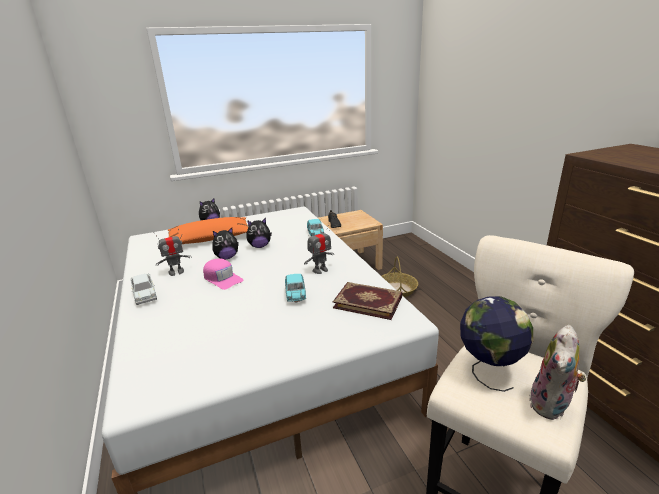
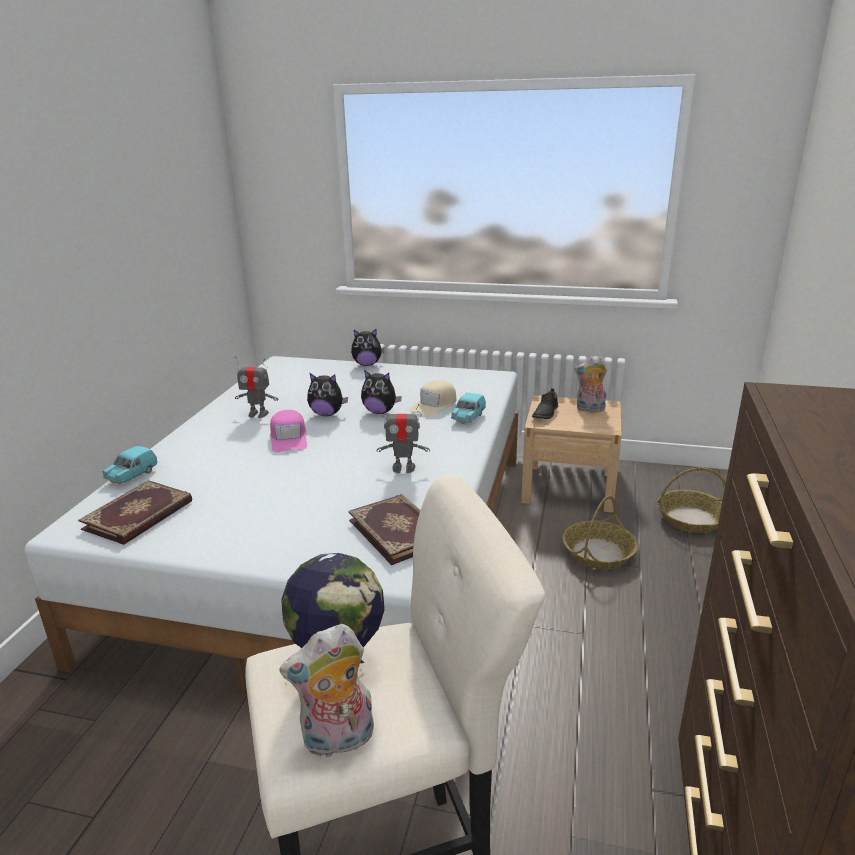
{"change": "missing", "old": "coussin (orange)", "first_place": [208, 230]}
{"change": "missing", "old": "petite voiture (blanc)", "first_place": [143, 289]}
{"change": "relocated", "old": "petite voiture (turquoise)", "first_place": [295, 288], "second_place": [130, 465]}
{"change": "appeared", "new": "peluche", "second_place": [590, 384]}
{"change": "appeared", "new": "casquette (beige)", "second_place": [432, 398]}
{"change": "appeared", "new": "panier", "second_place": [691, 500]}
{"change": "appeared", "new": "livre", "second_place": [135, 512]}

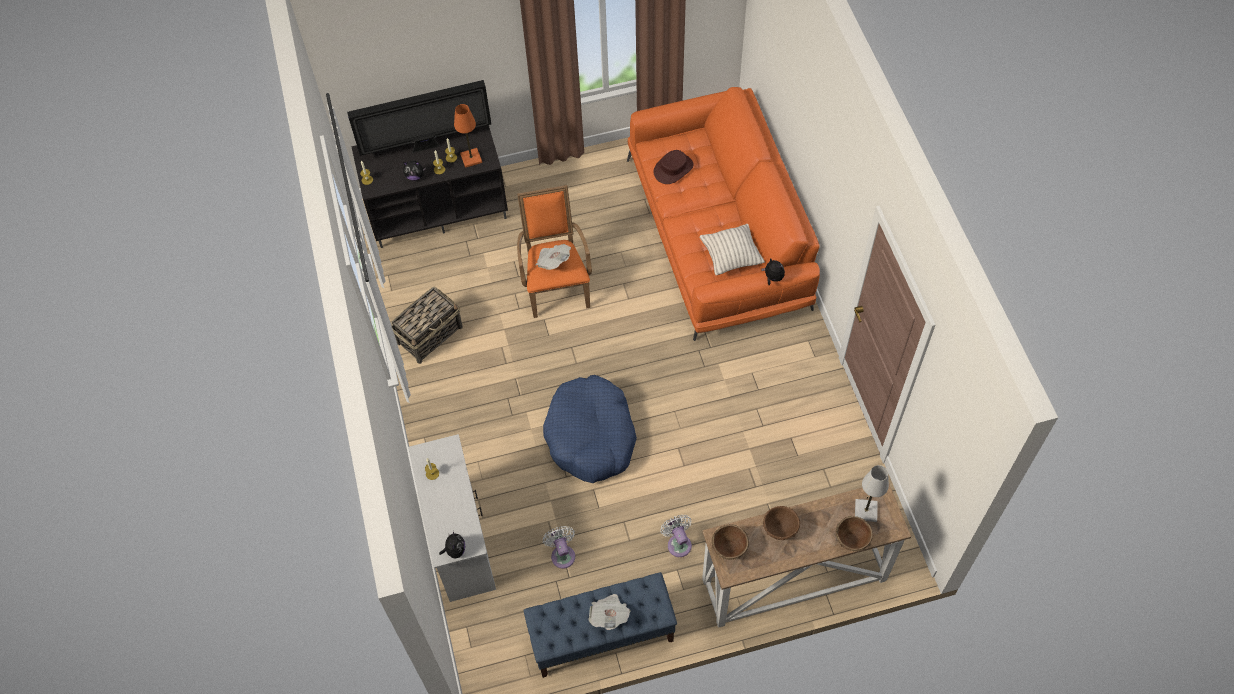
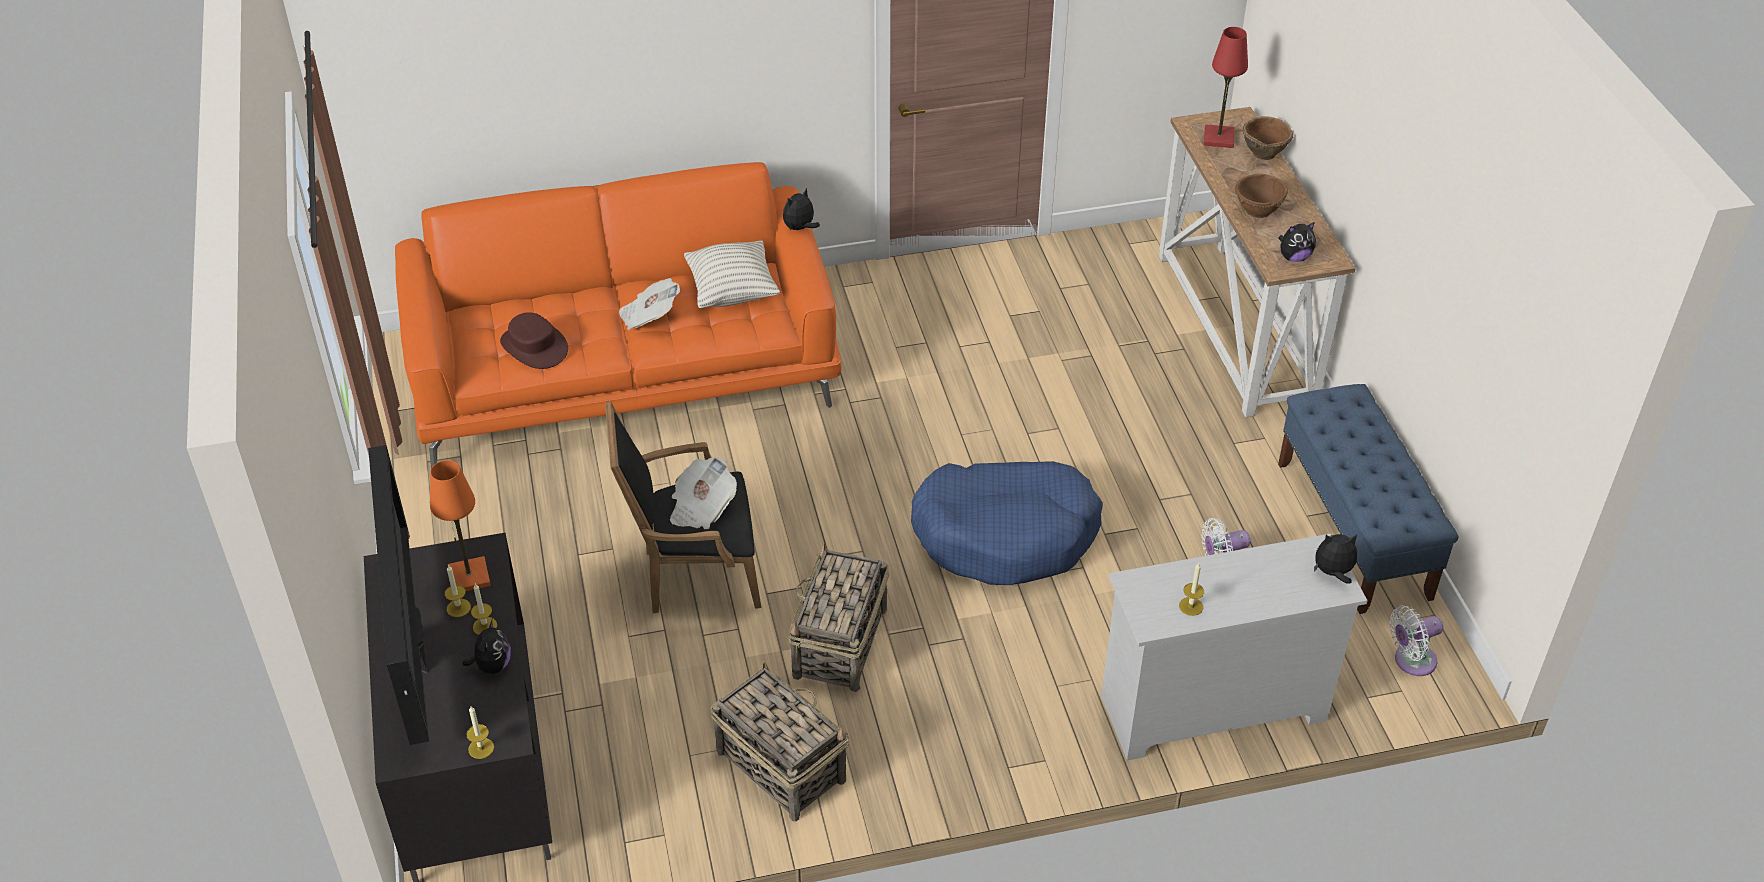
{"change": "colour", "old": "fauteuil (orange)", "new": "fauteuil (noir)", "first_place": [554, 251], "second_place": [683, 507]}
{"change": "colour", "old": "lampe de table (blanc)", "new": "lampe de table (rouge)", "first_place": [872, 493], "second_place": [1226, 87]}
{"change": "relocated", "old": "ventilateur (blanc)", "first_place": [676, 536], "second_place": [1416, 641]}
{"change": "exchanged", "old": "bol (marron)", "new": "peluche", "first_place": [730, 542], "second_place": [1297, 242]}
{"change": "relocated", "old": "journal", "first_place": [609, 612], "second_place": [649, 304]}
{"change": "appeared", "new": "panier", "second_place": [838, 618]}

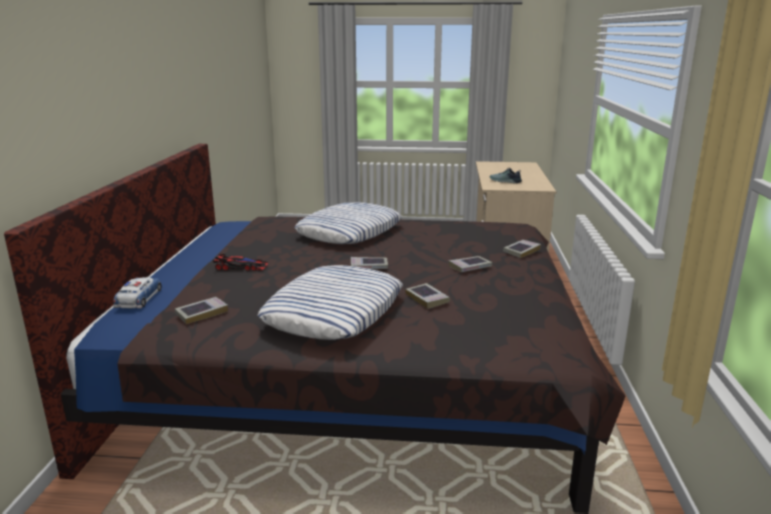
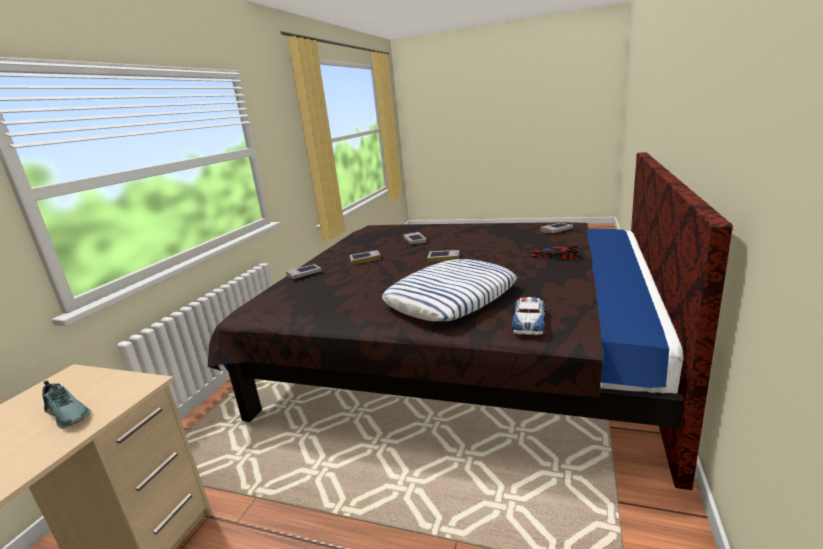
{"change": "missing", "old": "coussin", "first_place": [330, 302]}
{"change": "relocated", "old": "petite voiture", "first_place": [137, 293], "second_place": [528, 316]}

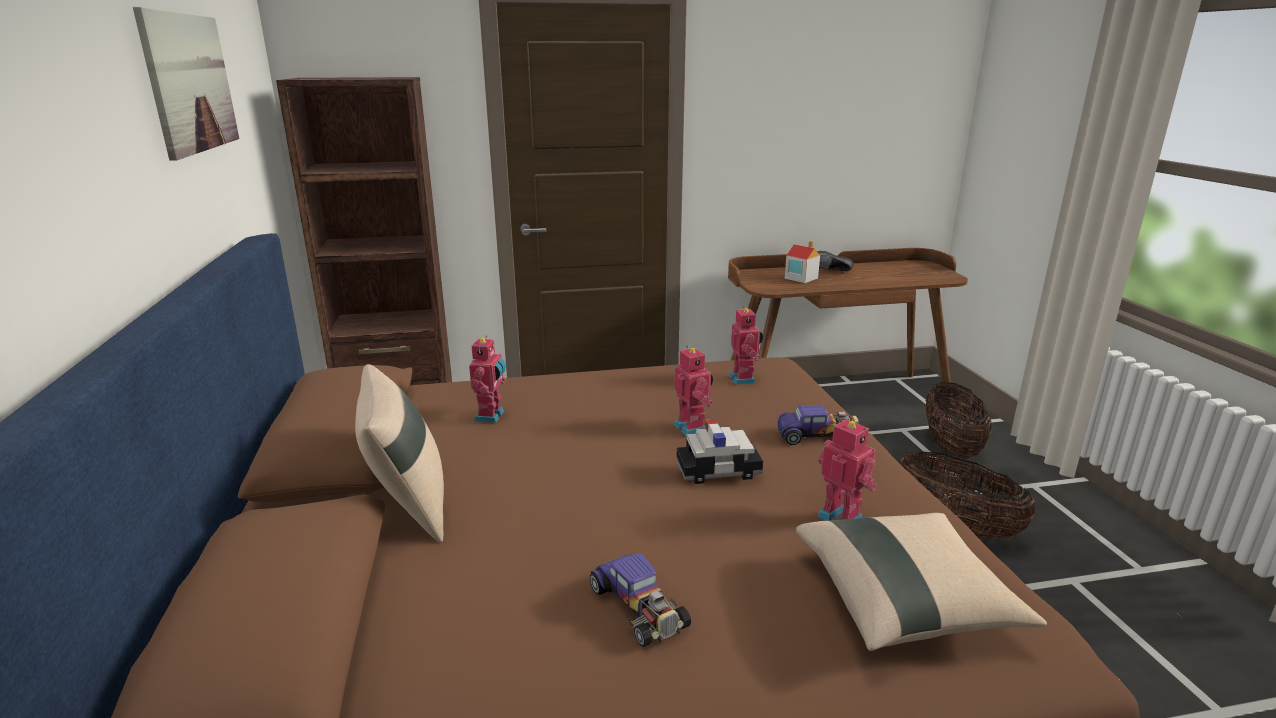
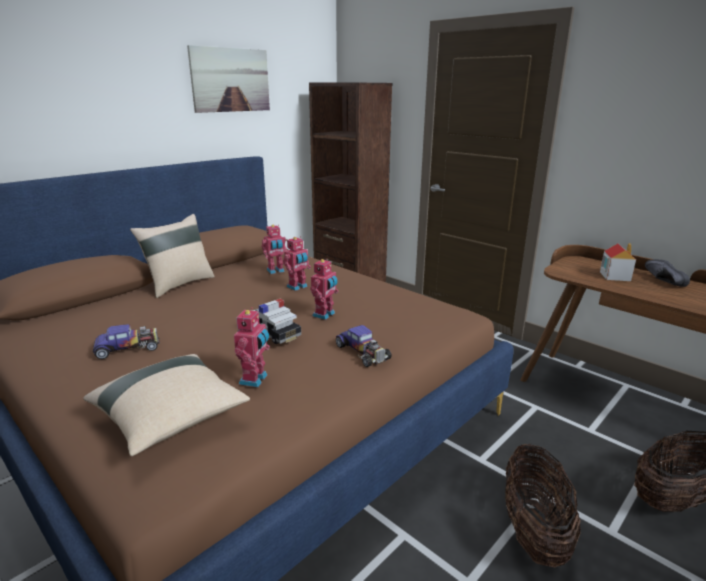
{"change": "relocated", "old": "robot jouet", "first_place": [746, 345], "second_place": [297, 263]}
{"change": "spun", "old": "petite voiture", "first_place": [640, 600], "second_place": [126, 341], "degrees": -135}

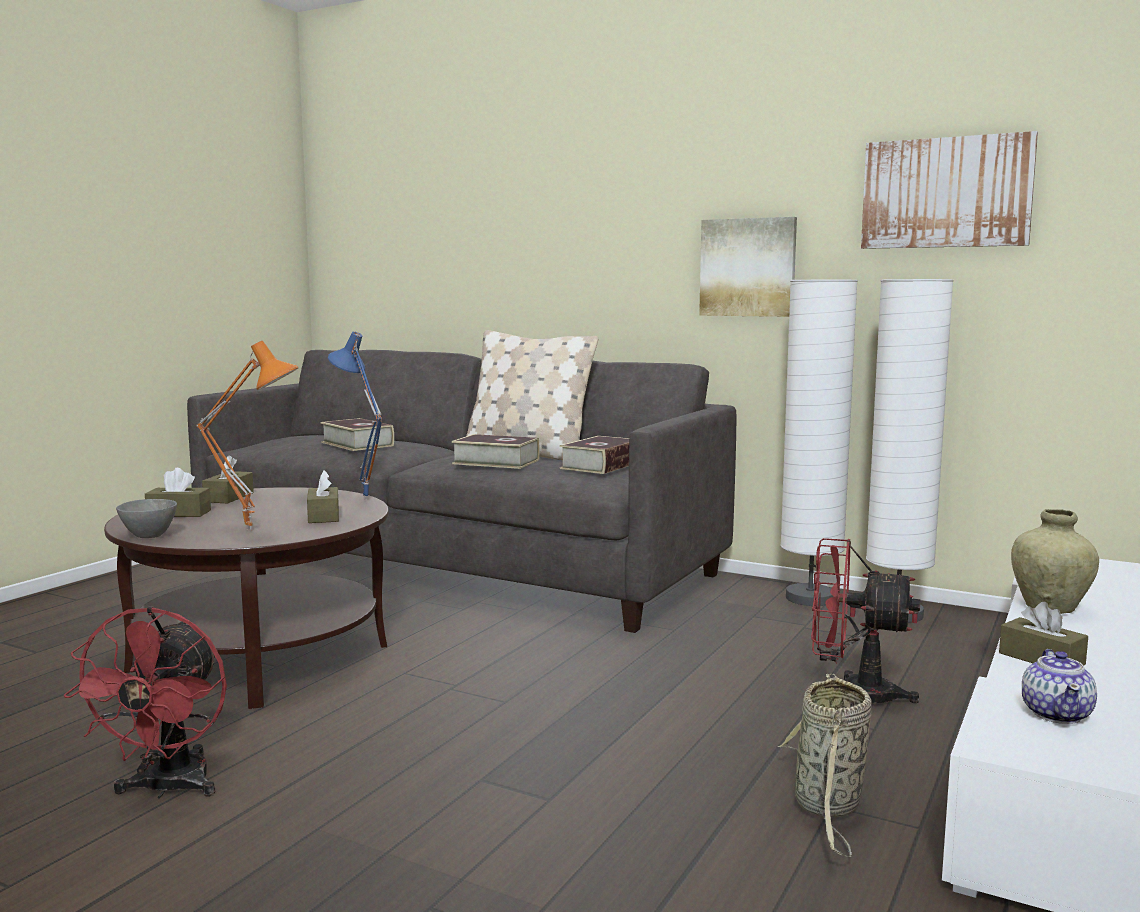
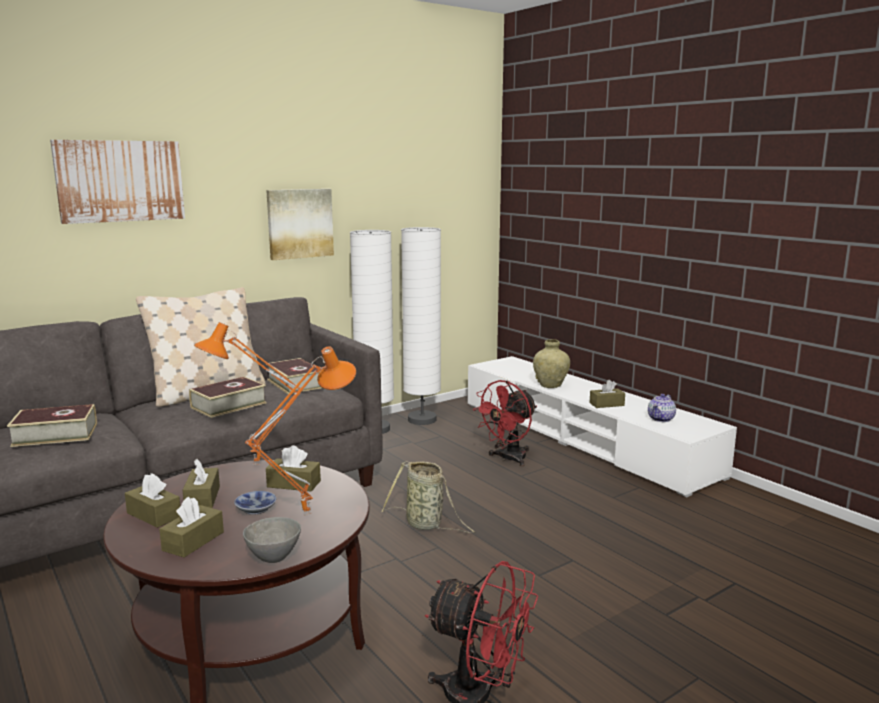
{"change": "relocated", "old": "tableau", "first_place": [949, 190], "second_place": [117, 182]}
{"change": "colour", "old": "lampe de table (bleu)", "new": "lampe de table (orange)", "first_place": [355, 416], "second_place": [249, 393]}
{"change": "spun", "old": "théière", "first_place": [1059, 686], "second_place": [662, 408], "degrees": 90}
{"change": "relocated", "old": "panier", "first_place": [825, 765], "second_place": [428, 497]}
{"change": "appeared", "new": "boîte à mouchoirs (marron)", "second_place": [201, 483]}
{"change": "appeared", "new": "bol", "second_place": [255, 503]}

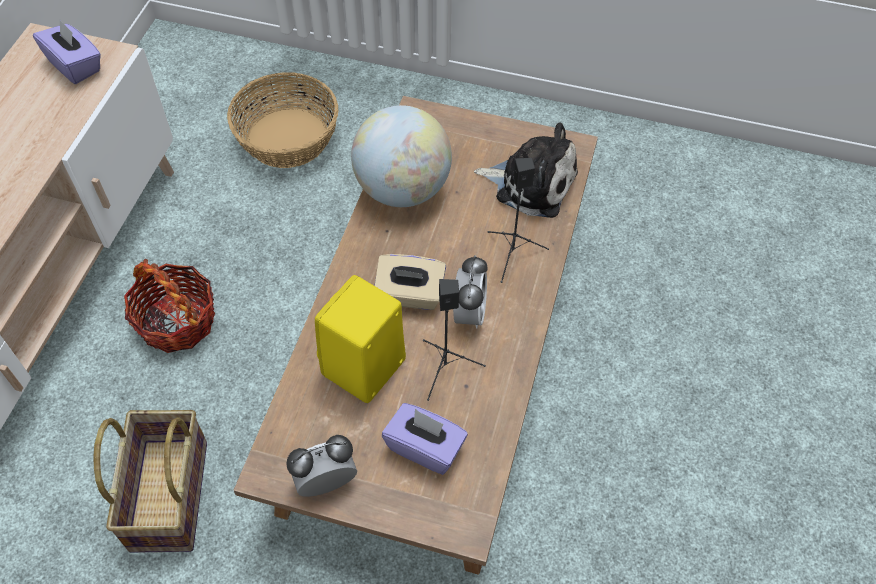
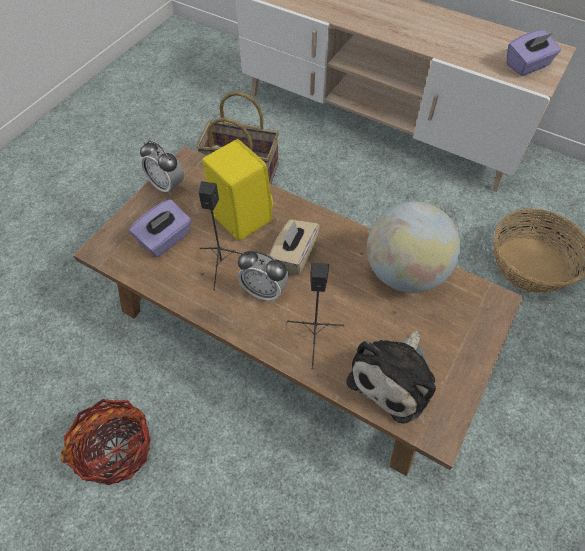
{"change": "relocated", "old": "panier", "first_place": [169, 305], "second_place": [106, 442]}
{"change": "spun", "old": "réveil", "first_place": [321, 466], "second_place": [162, 168], "degrees": 135}

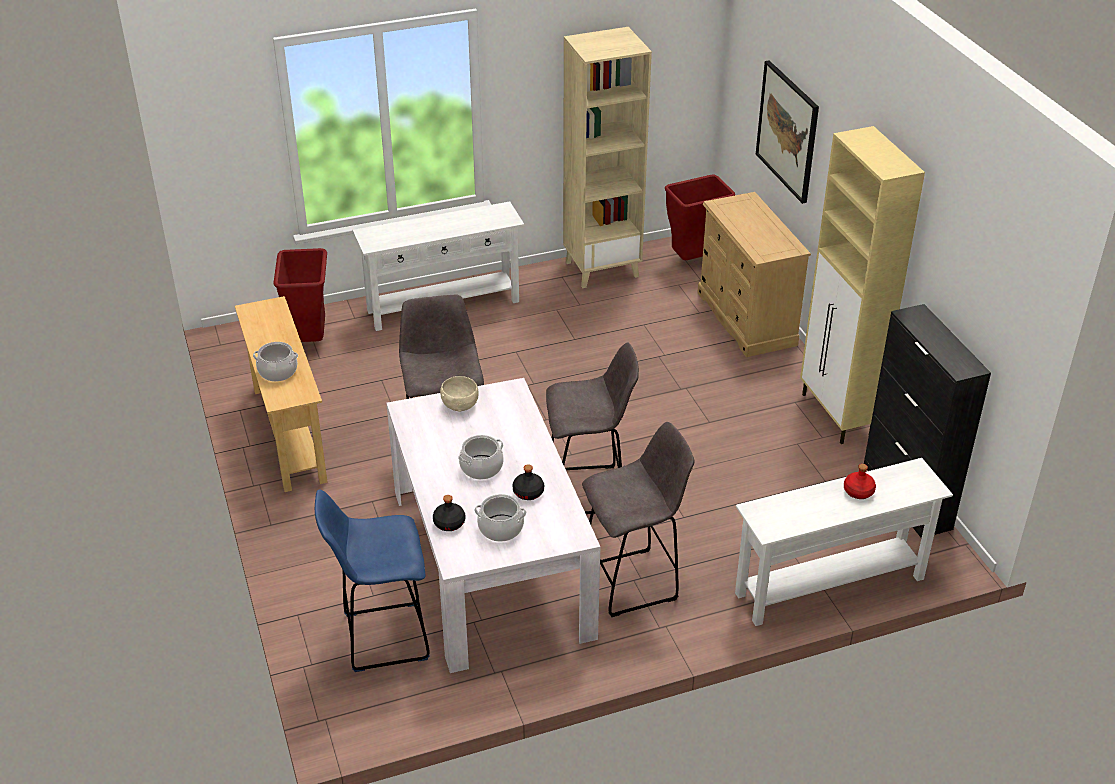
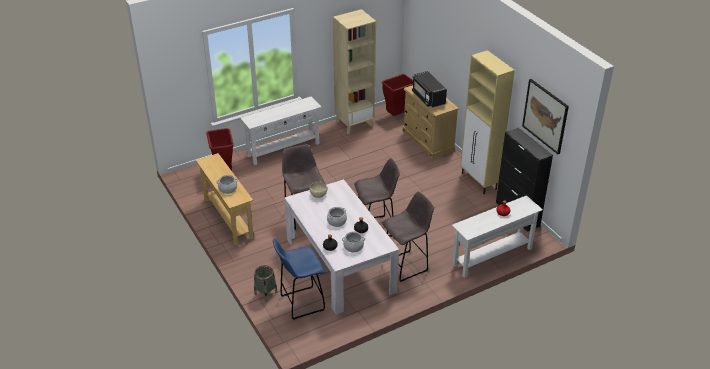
{"change": "relocated", "old": "tableau", "first_place": [787, 132], "second_place": [545, 116]}
{"change": "appeared", "new": "micro-ondes (noir)", "second_place": [429, 89]}
{"change": "appeared", "new": "panier", "second_place": [266, 283]}

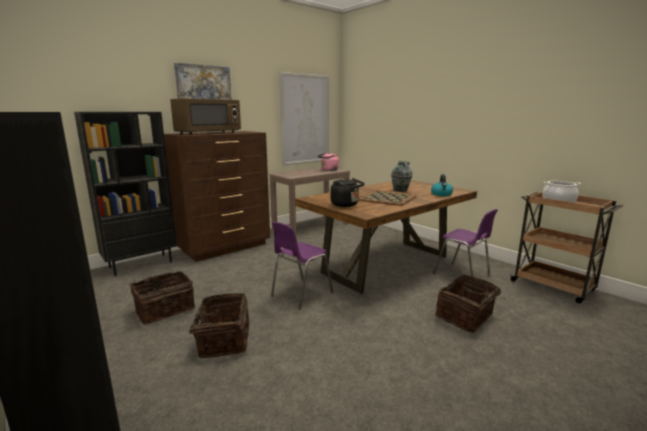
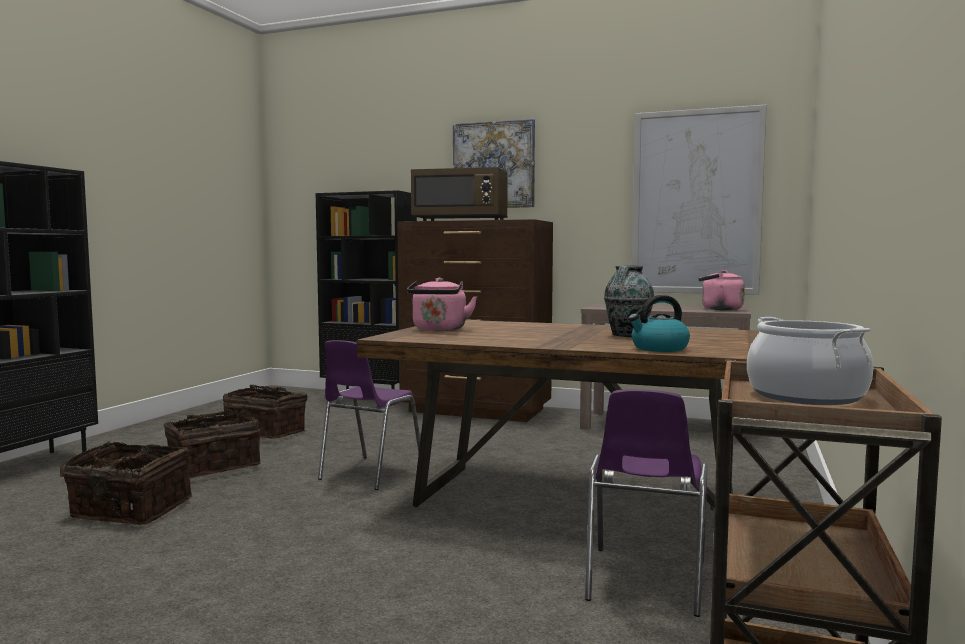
{"change": "colour", "old": "bouilloire (noir)", "new": "bouilloire (rose)", "first_place": [348, 192], "second_place": [442, 304]}
{"change": "missing", "old": "plateau", "first_place": [388, 198]}
{"change": "spun", "old": "chaise (violet)", "first_place": [302, 266], "second_place": [369, 415], "degrees": -75}
{"change": "relocated", "old": "panier", "first_place": [470, 303], "second_place": [126, 483]}

